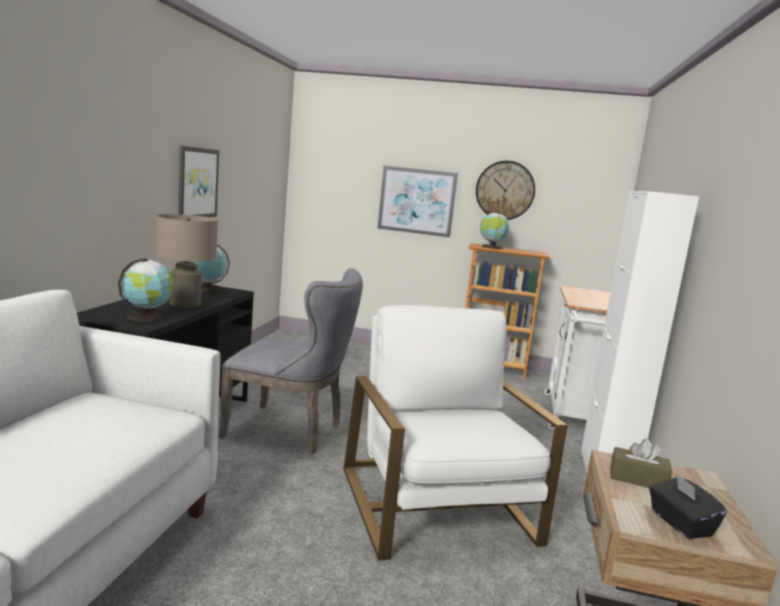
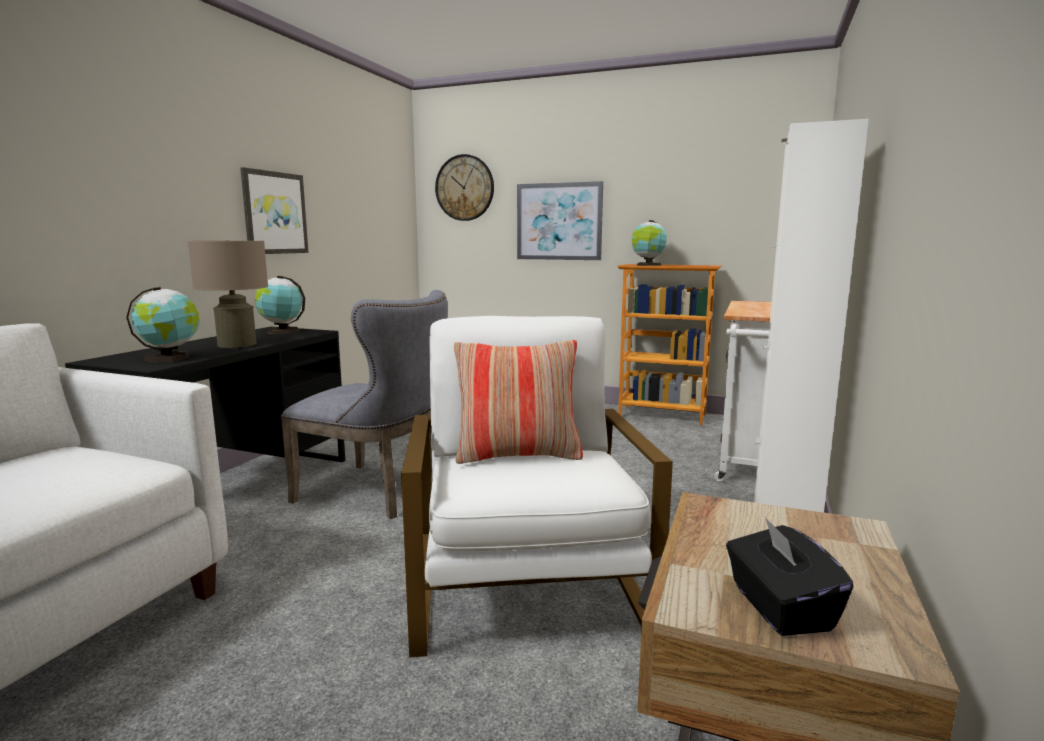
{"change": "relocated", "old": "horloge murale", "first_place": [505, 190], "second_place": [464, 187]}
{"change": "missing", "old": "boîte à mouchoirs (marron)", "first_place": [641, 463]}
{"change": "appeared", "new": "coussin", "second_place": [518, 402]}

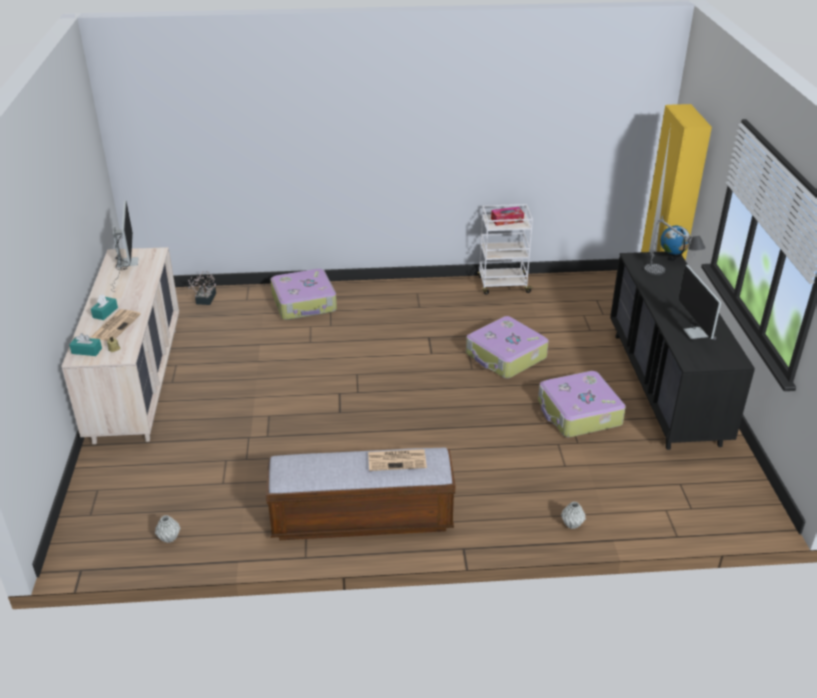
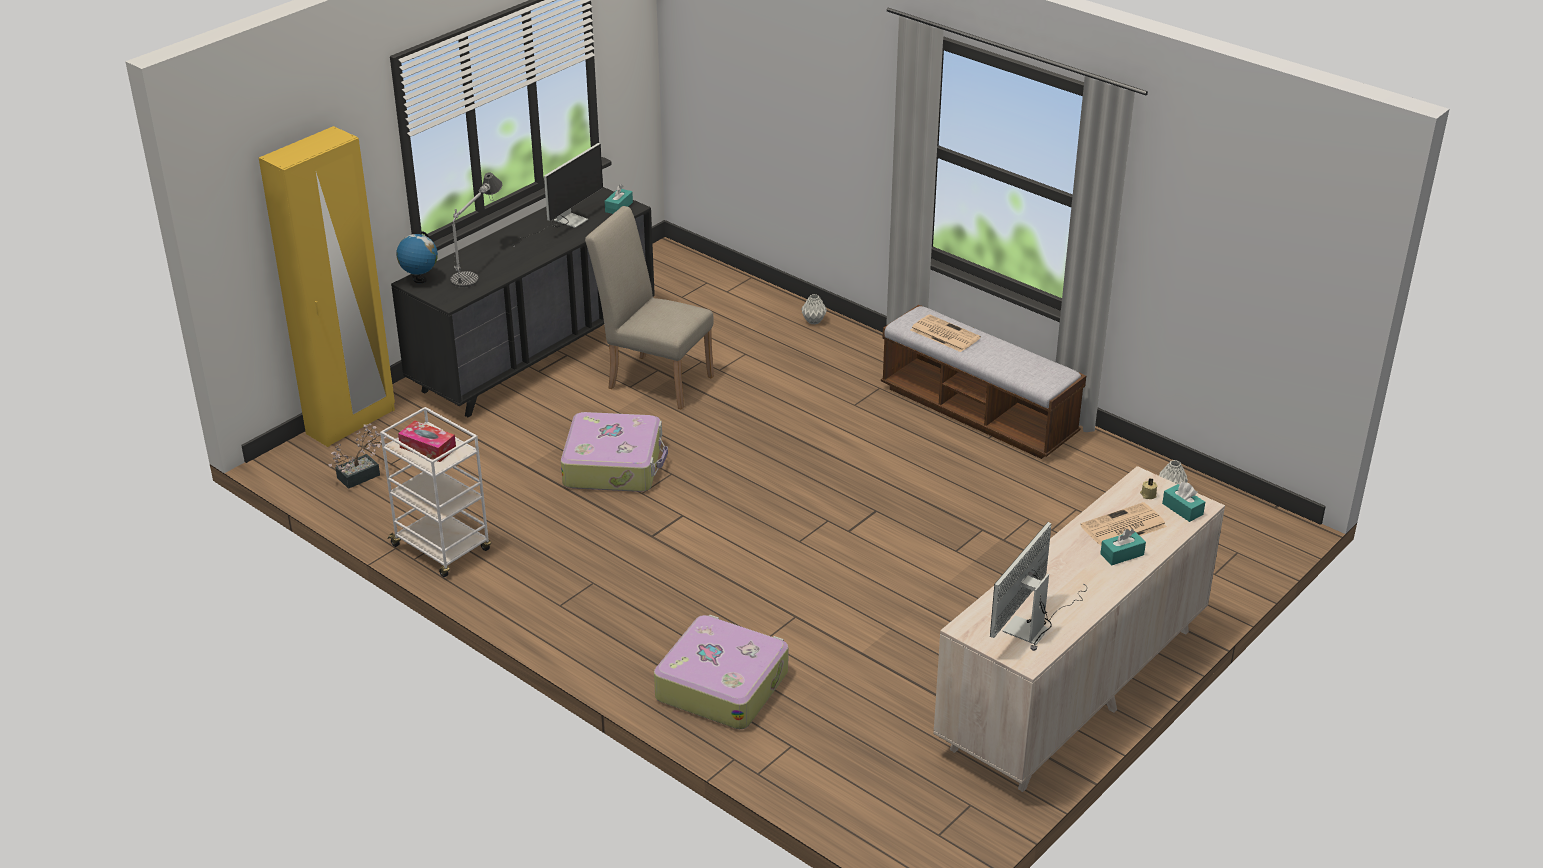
{"change": "relocated", "old": "plante en pot", "first_place": [202, 288], "second_place": [357, 456]}
{"change": "exchanged", "old": "valise", "new": "chaise (beige)", "first_place": [582, 404], "second_place": [649, 308]}
{"change": "appeared", "new": "boîte à mouchoirs (turquoise)", "second_place": [619, 199]}

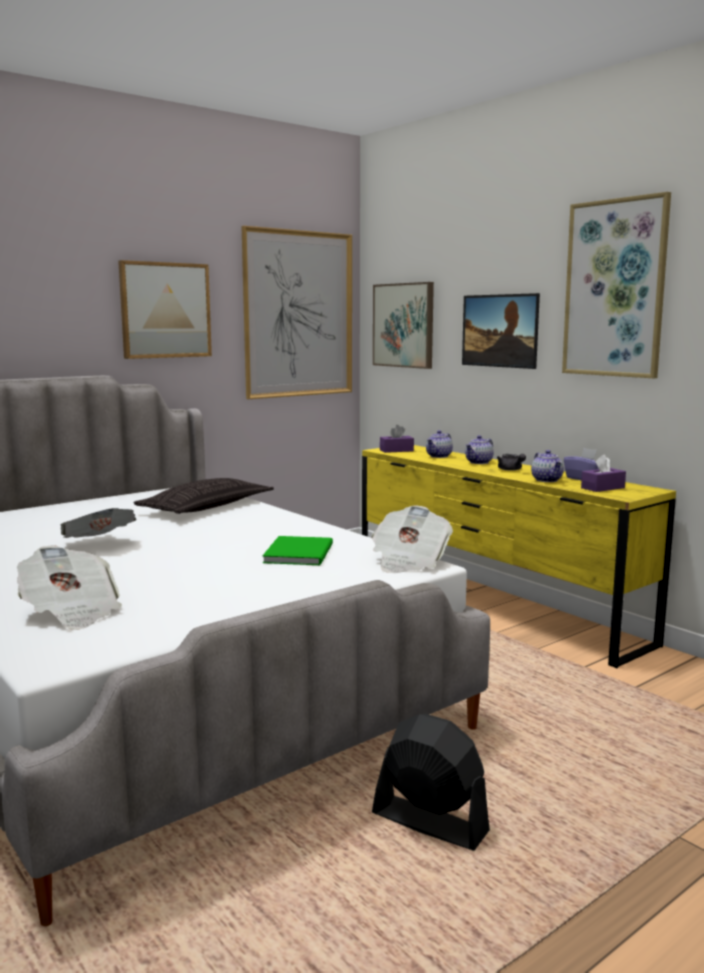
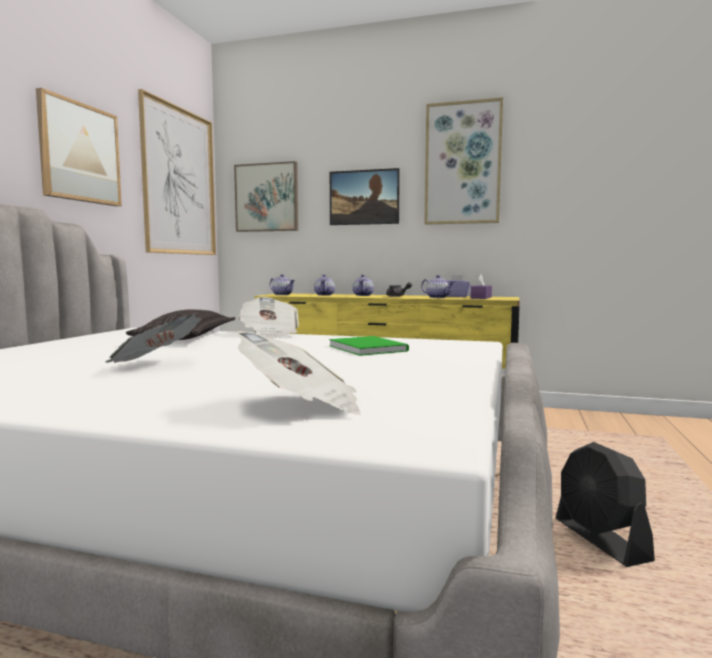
{"change": "exchanged", "old": "boîte à mouchoirs (violet)", "new": "théière", "first_place": [397, 439], "second_place": [282, 284]}
{"change": "relocated", "old": "journal", "first_place": [412, 539], "second_place": [268, 318]}
{"change": "spun", "old": "ventilateur (noir)", "first_place": [431, 782], "second_place": [605, 504], "degrees": -105}

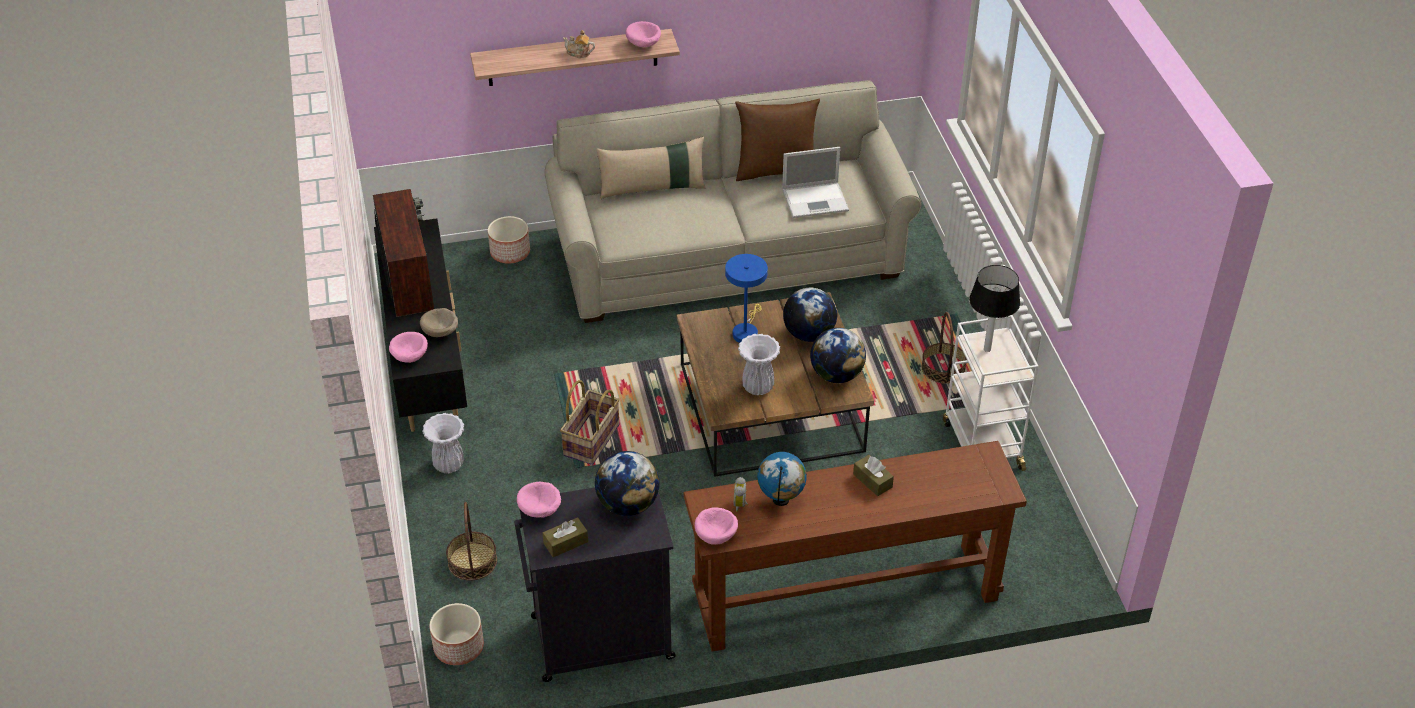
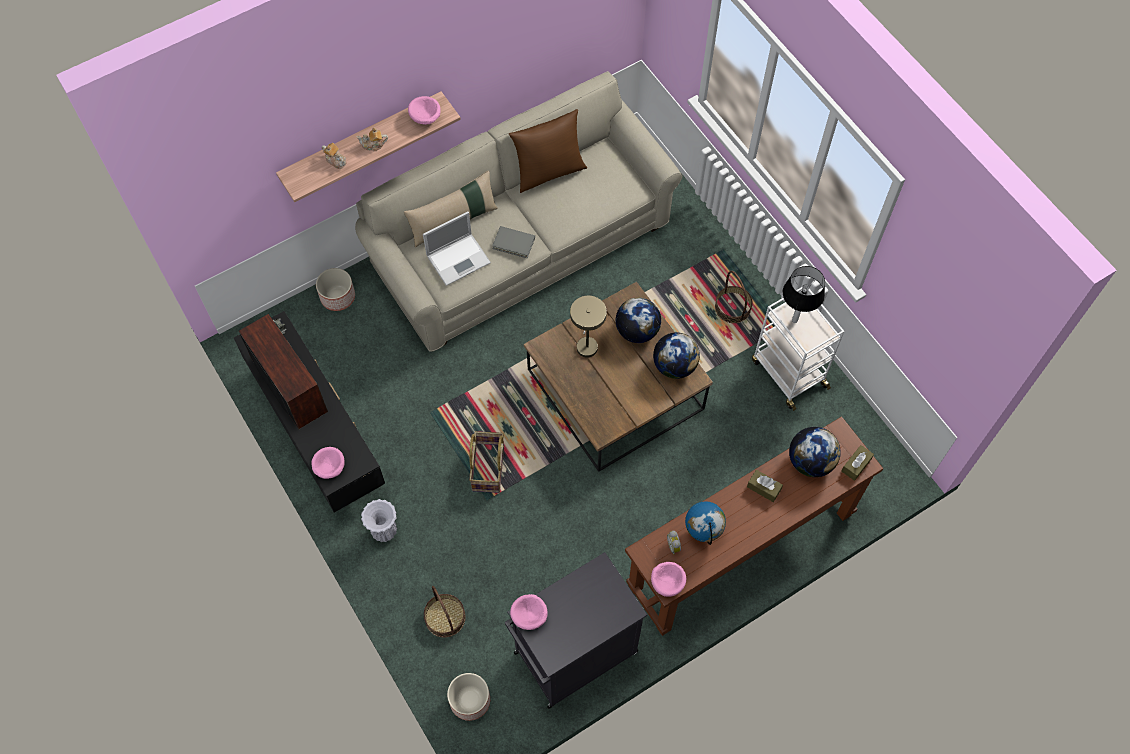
{"change": "relocated", "old": "ordinateur portable", "first_place": [815, 182], "second_place": [457, 249]}
{"change": "colour", "old": "lampe de table (bleu)", "new": "lampe de table (beige)", "first_place": [746, 298], "second_place": [588, 326]}
{"change": "missing", "old": "bol (beige)", "first_place": [439, 322]}
{"change": "missing", "old": "vase (blanc)", "first_place": [759, 364]}
{"change": "relocated", "old": "globe", "first_place": [627, 483], "second_place": [815, 452]}
{"change": "relocated", "old": "boîte à mouchoirs (marron)", "first_place": [565, 537], "second_place": [857, 463]}
{"change": "appeared", "new": "théière", "second_place": [334, 156]}
{"change": "appeared", "new": "livre (gris)", "second_place": [513, 242]}

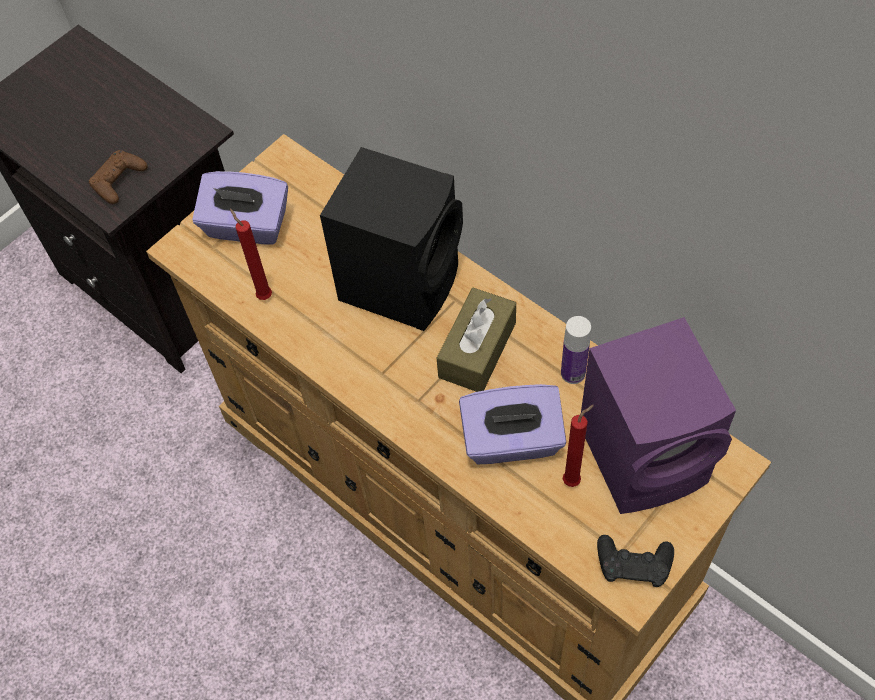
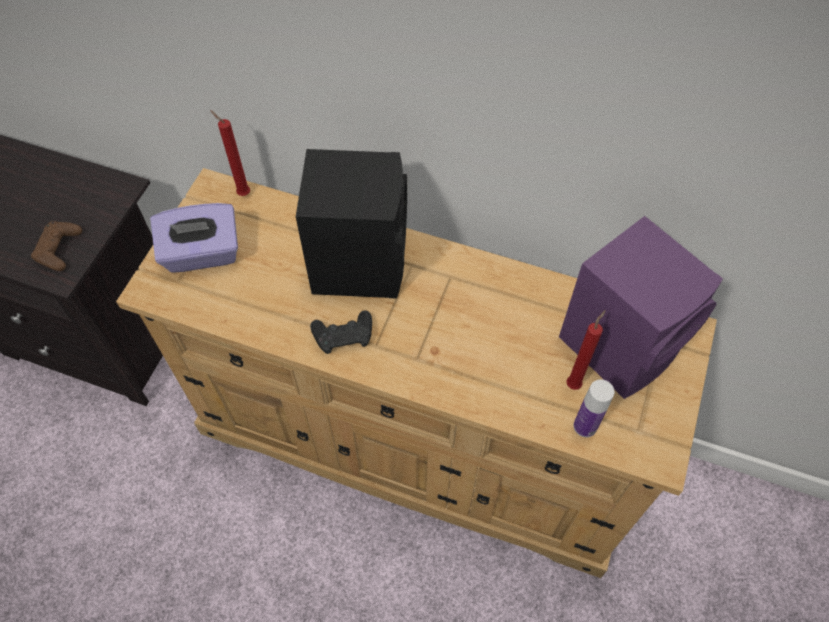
{"change": "relocated", "old": "bougie (rouge)", "first_place": [251, 254], "second_place": [230, 153]}
{"change": "missing", "old": "boîte à mouchoirs (marron)", "first_place": [476, 340]}
{"change": "relocated", "old": "bouteille", "first_place": [576, 350], "second_place": [593, 408]}
{"change": "missing", "old": "boîte à mouchoirs (violet)", "first_place": [512, 424]}
{"change": "relocated", "old": "manette (noir)", "first_place": [635, 561], "second_place": [341, 332]}

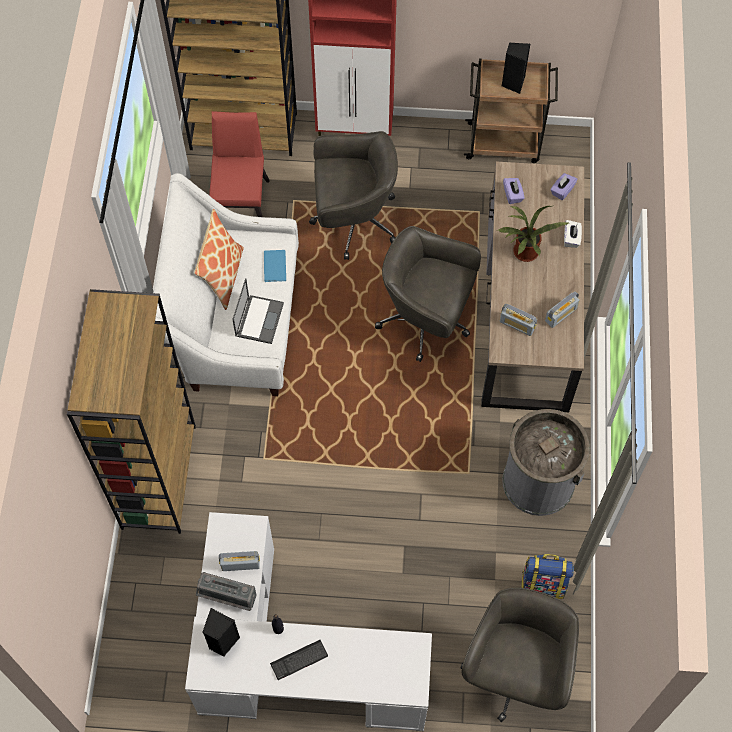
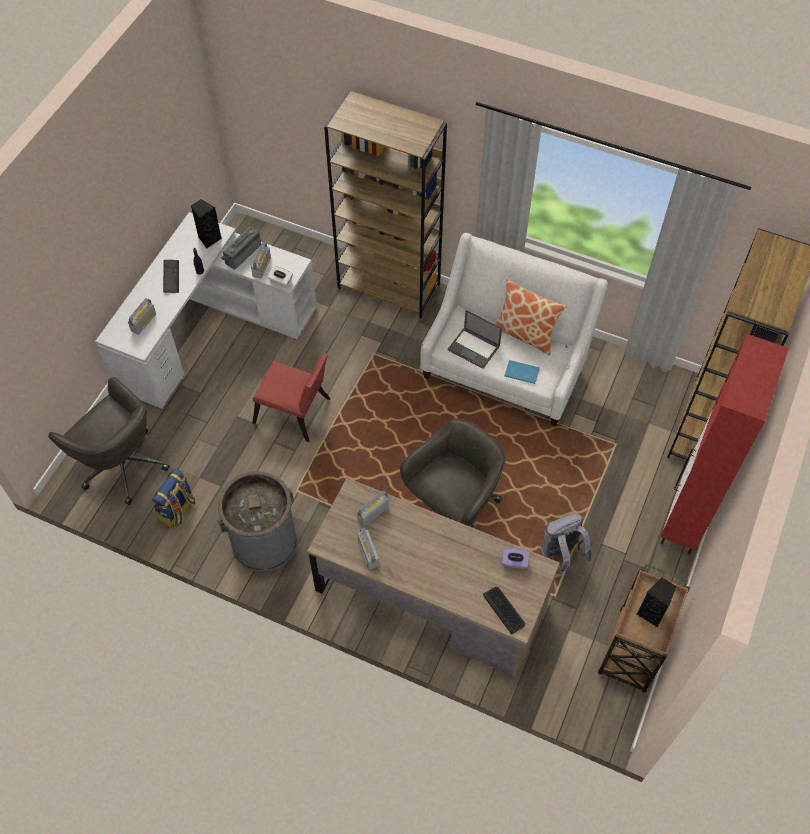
{"change": "relocated", "old": "chaise (rouge)", "first_place": [239, 164], "second_place": [291, 398]}
{"change": "missing", "old": "chaise de bureau (gris)", "first_place": [353, 195]}
{"change": "exchanged", "old": "boîte à mouchoirs (violet)", "new": "clavier", "first_place": [564, 186], "second_place": [504, 610]}
{"change": "missing", "old": "plante en pot", "first_place": [533, 234]}
{"change": "relocated", "old": "boîte à mouchoirs (blanc)", "first_place": [573, 234], "second_place": [280, 277]}
{"change": "appeared", "new": "radio", "second_place": [142, 316]}
{"change": "appeared", "new": "sac à dos (gris)", "second_place": [566, 544]}

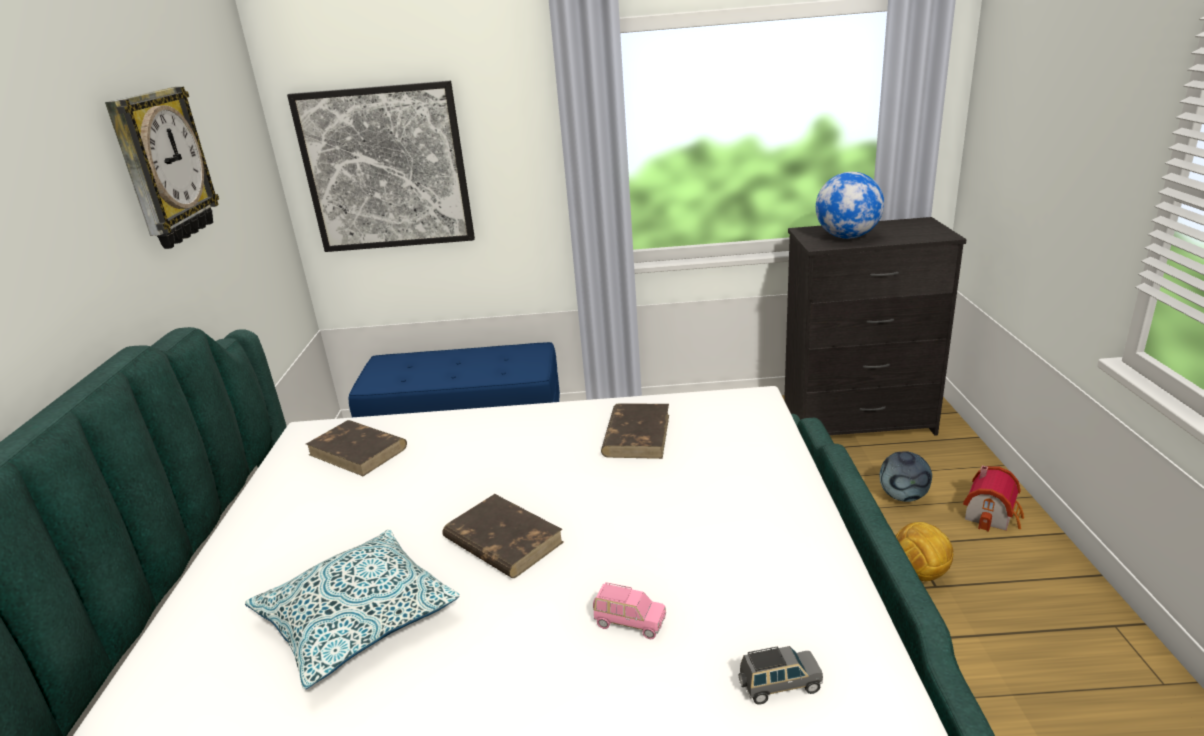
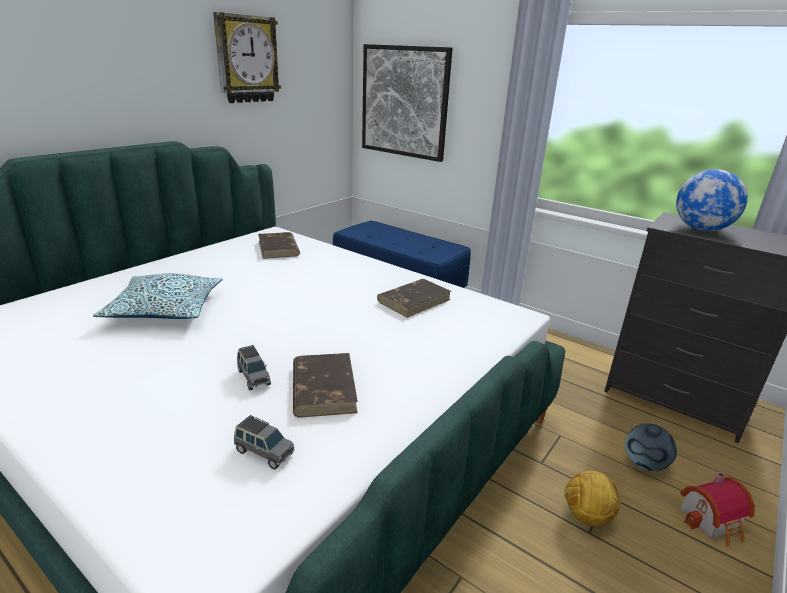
{"change": "relocated", "old": "livre (marron)", "first_place": [503, 536], "second_place": [325, 385]}
{"change": "colour", "old": "petite voiture (rose)", "new": "petite voiture (gris)", "first_place": [629, 610], "second_place": [254, 368]}

